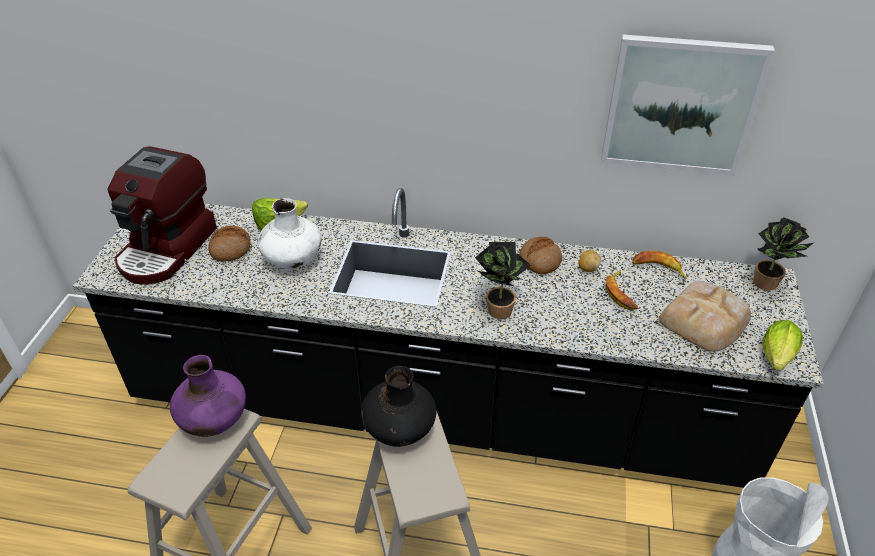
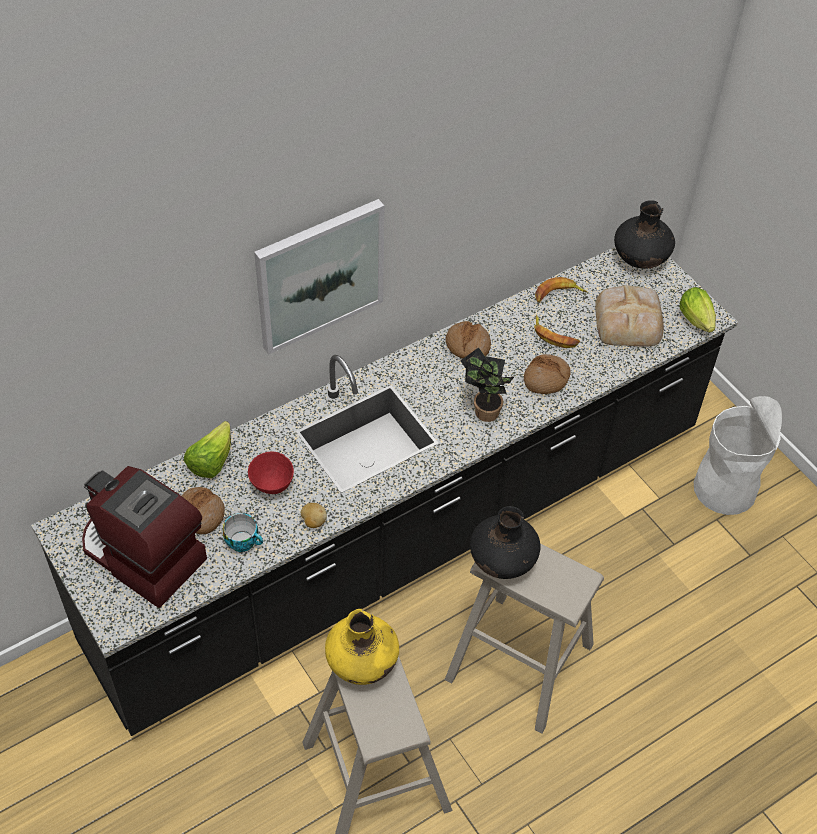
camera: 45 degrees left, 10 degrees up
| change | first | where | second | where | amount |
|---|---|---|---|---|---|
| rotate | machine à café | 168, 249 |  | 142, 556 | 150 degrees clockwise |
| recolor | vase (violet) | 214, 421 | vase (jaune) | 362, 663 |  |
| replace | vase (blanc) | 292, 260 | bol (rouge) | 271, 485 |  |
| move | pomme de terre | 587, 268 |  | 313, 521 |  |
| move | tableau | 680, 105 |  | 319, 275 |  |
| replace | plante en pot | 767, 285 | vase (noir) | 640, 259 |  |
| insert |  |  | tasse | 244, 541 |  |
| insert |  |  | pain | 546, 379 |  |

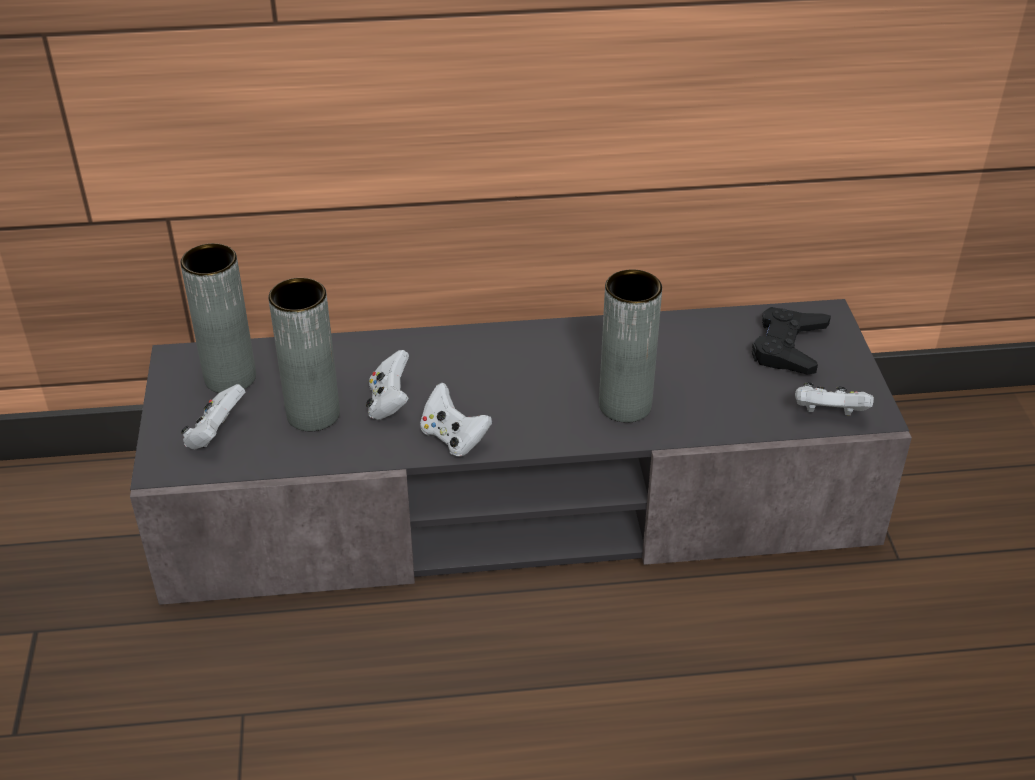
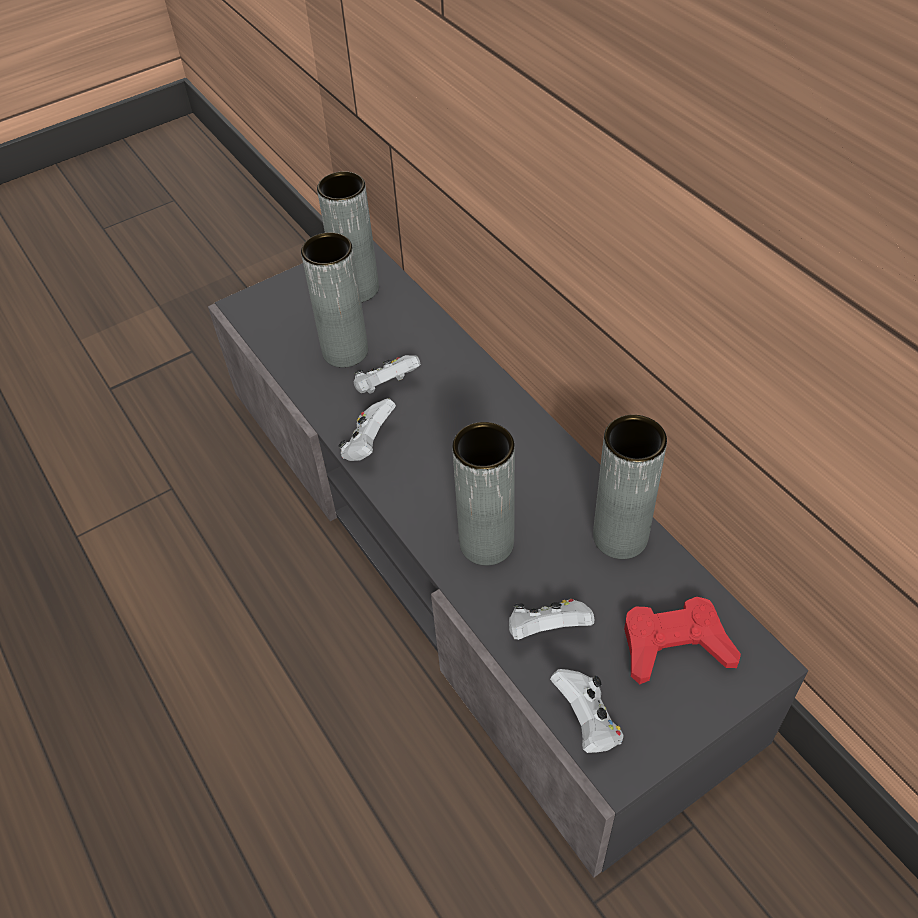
camera: 65 degrees right, 10 degrees up
| change | first | where | second | where | amount |
|---|---|---|---|---|---|
| move | manette (blanc) | 215, 435 |  | 547, 630 |  |
| recolor | manette (noir) | 788, 347 | manette (rouge) | 675, 645 |  |
| insert |  |  | vase (gris) | 620, 537 |  |

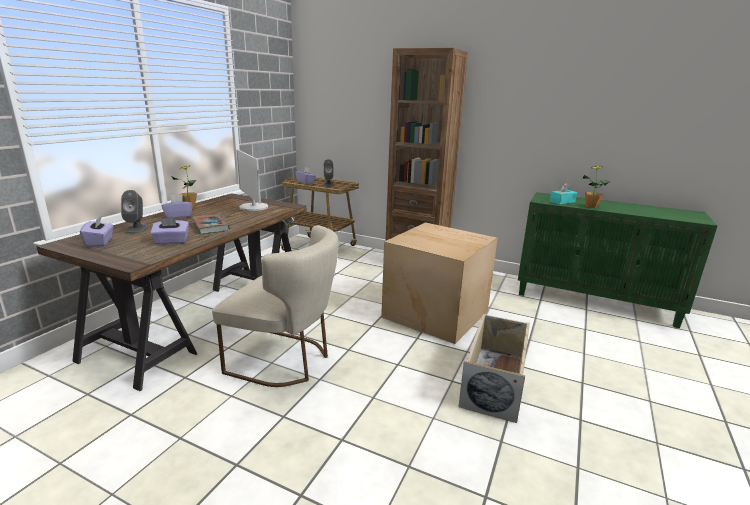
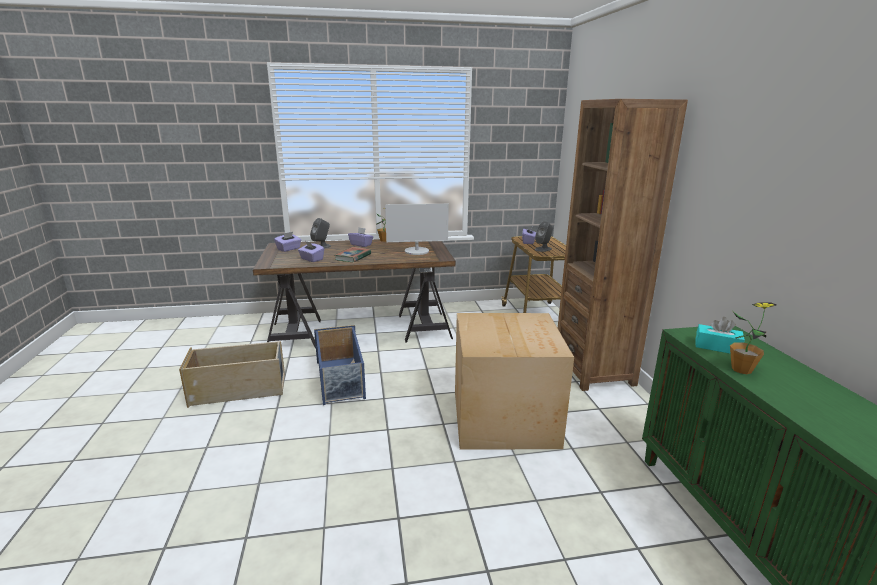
camera: 55 degrees right, 0 degrees up
| change | first | where | second | where | amount |
|---|---|---|---|---|---|
| replace | chaise (beige) | 286, 360 | boîte de rangement (bleu) | 340, 380 |  |
| rotate | écran d'ordinateur | 253, 207 |  | 417, 251 | 120 degrees counterclockwise |
| move | boîte de rangement (beige) | 494, 381 |  | 239, 389 |  |

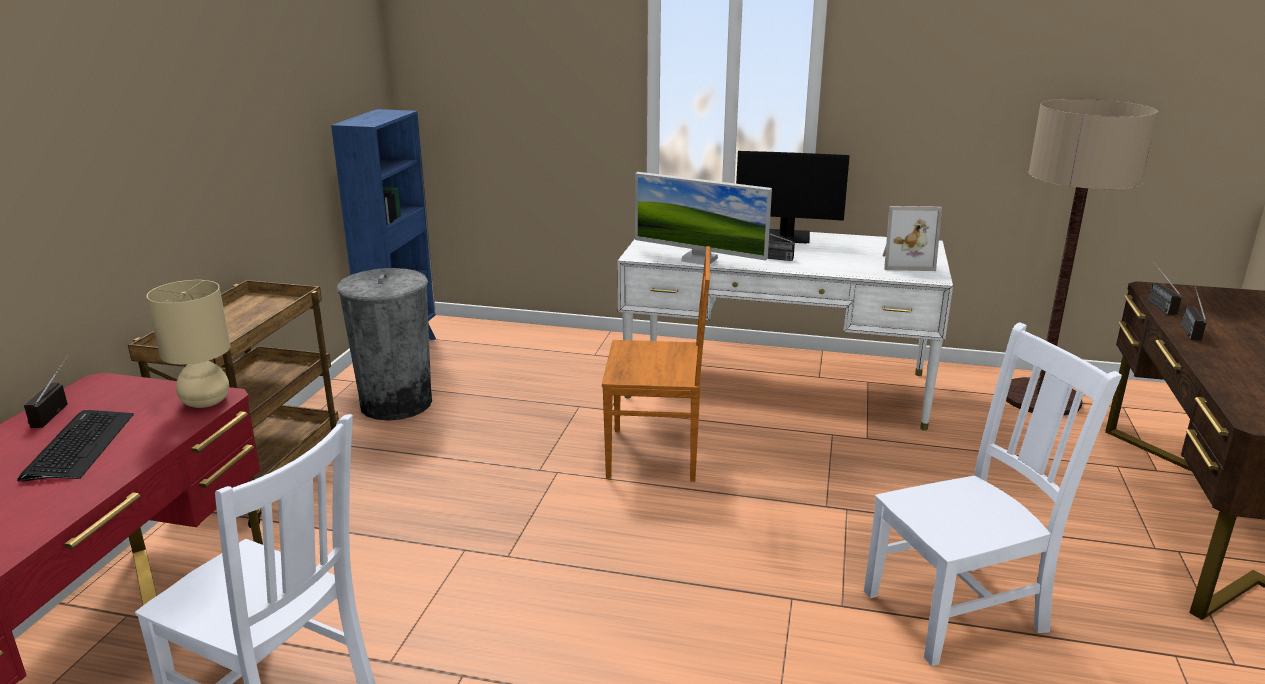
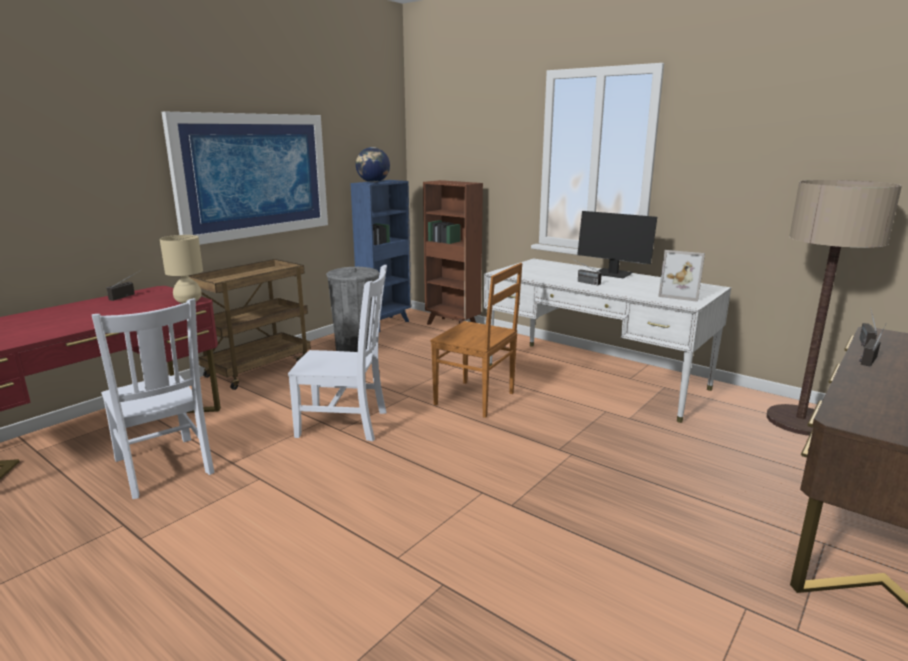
camera: 25 degrees right, 5 degrees down
| change | first | where | second | where | amount |
|---|---|---|---|---|---|
| delete | clavier | 79, 446 |  |  |  |
| delete | écran d'ordinateur | 699, 259 |  |  |  |
| move | chaise (blanc) | 960, 610 |  | 345, 424 |  |
| insert |  |  | tableau | 253, 175 |  |
| insert |  |  | globe | 373, 182 |  |
| insert |  |  | bibliothèque (marron) | 452, 325 |  |

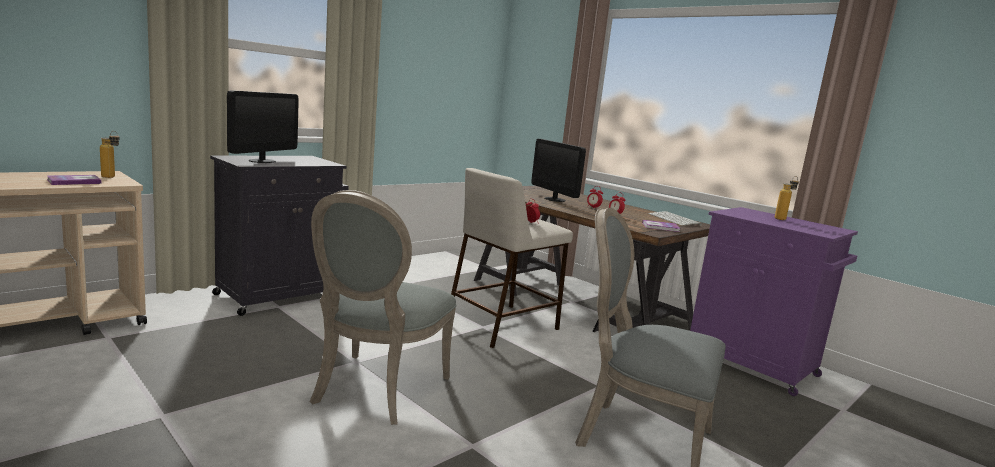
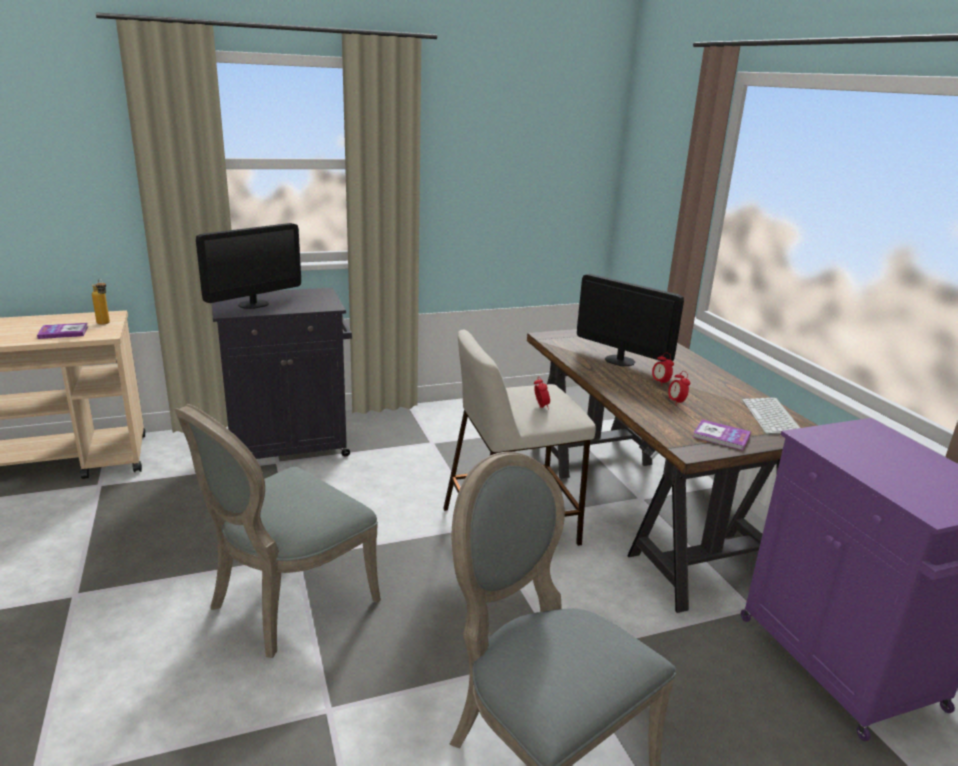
camera: 25 degrees right, 10 degrees up
| change | first | where | second | where | amount |
|---|---|---|---|---|---|
| rotate | écran d'ordinateur | 554, 199 |  | 619, 360 | 135 degrees clockwise |
| delete | bouteille | 782, 219 |  |  |  |

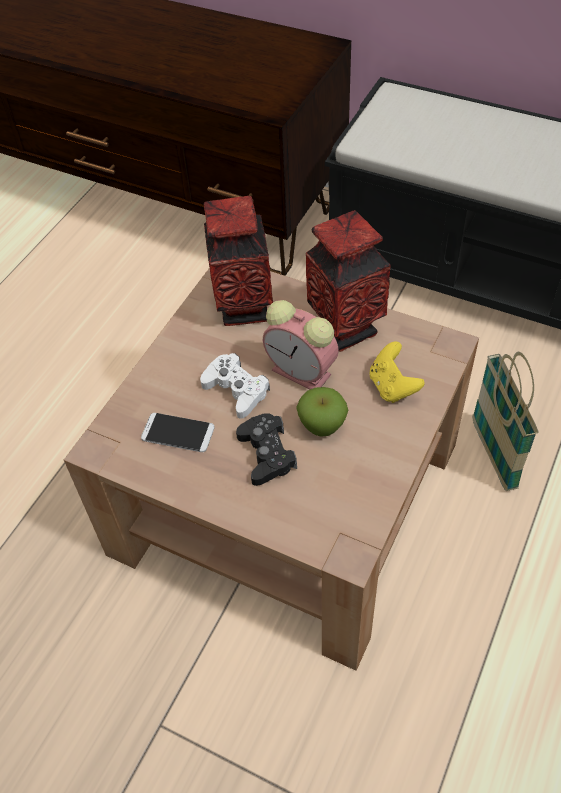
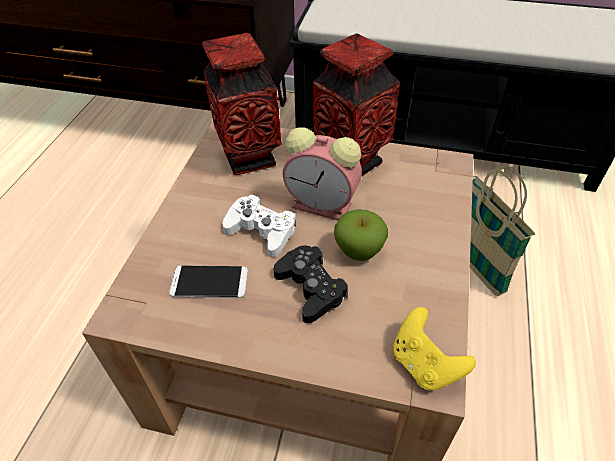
camera: 15 degrees left, 5 degrees down
| change | first | where | second | where | amount |
|---|---|---|---|---|---|
| move | manette (jaune) | 392, 386 |  | 424, 364 |  |

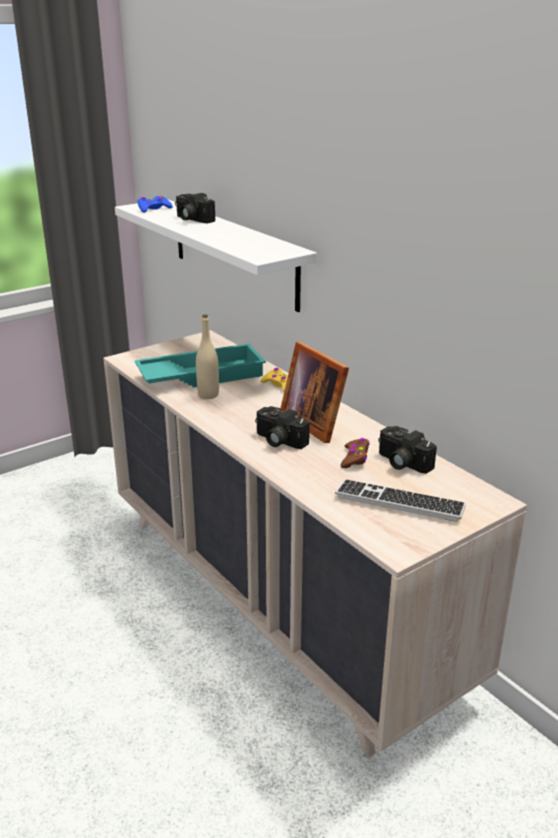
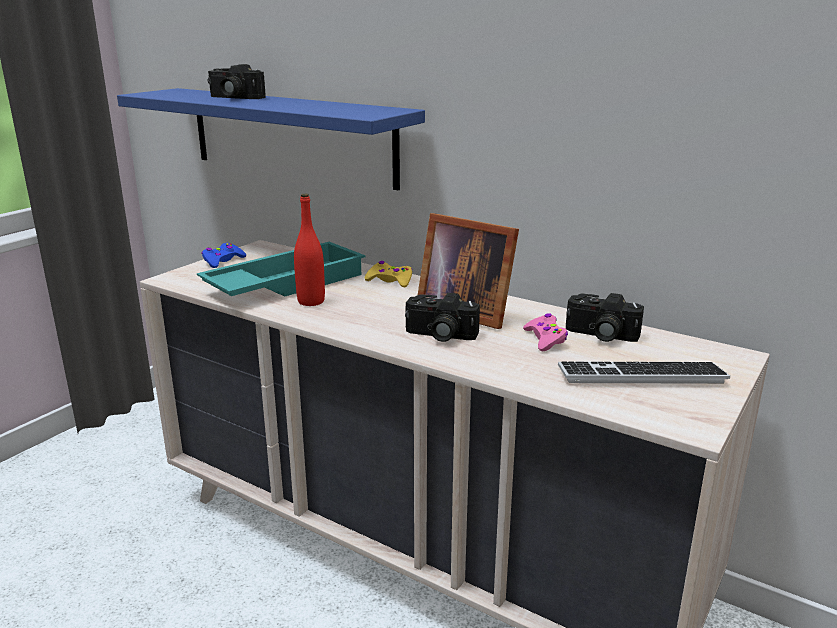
camera: 20 degrees left, 5 degrees down
| change | first | where | second | where | amount |
|---|---|---|---|---|---|
| recolor | étagère (blanc) | 233, 252 | étagère (bleu) | 290, 136 |  |
| move | manette (bleu) | 153, 209 |  | 223, 261 |  |
| recolor | bouteille (beige) | 208, 395 | bouteille (rouge) | 311, 301 |  |
| recolor | manette (marron) | 355, 458 | manette (rose) | 545, 339 |  |

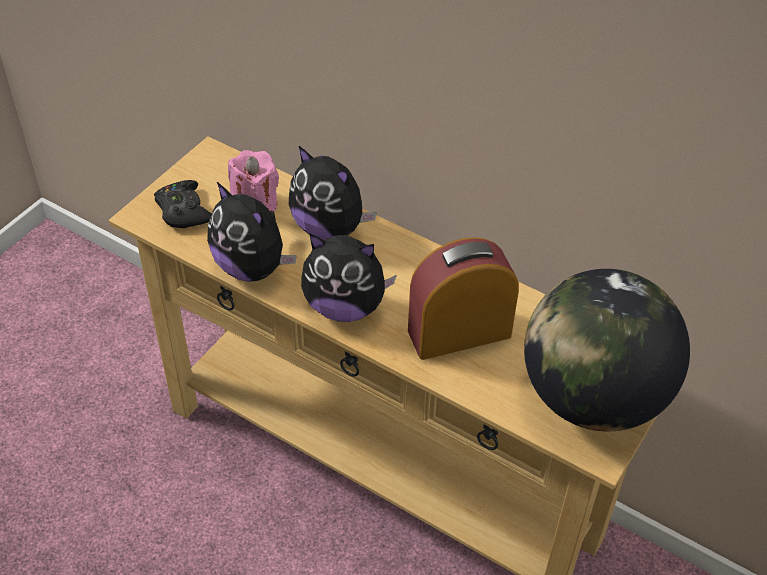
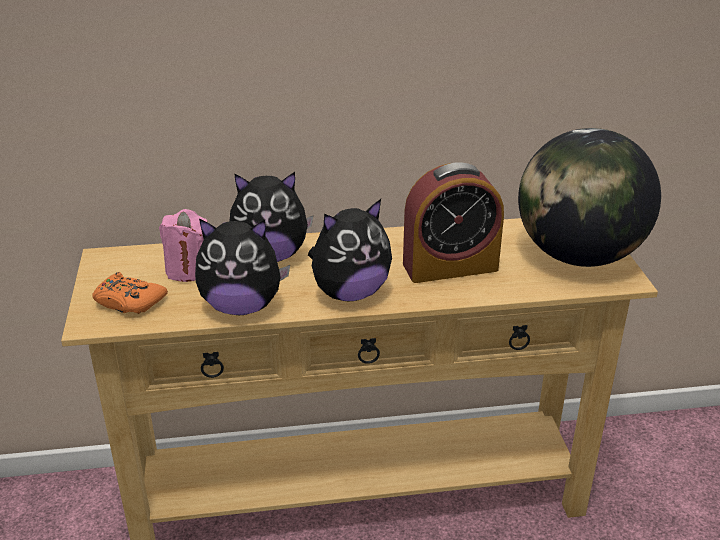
camera: 40 degrees left, 15 degrees down
| change | first | where | second | where | amount |
|---|---|---|---|---|---|
| recolor | manette (noir) | 183, 211 | manette (orange) | 129, 301 |  |
| rotate | réveil | 459, 333 |  | 450, 267 | 135 degrees counterclockwise |

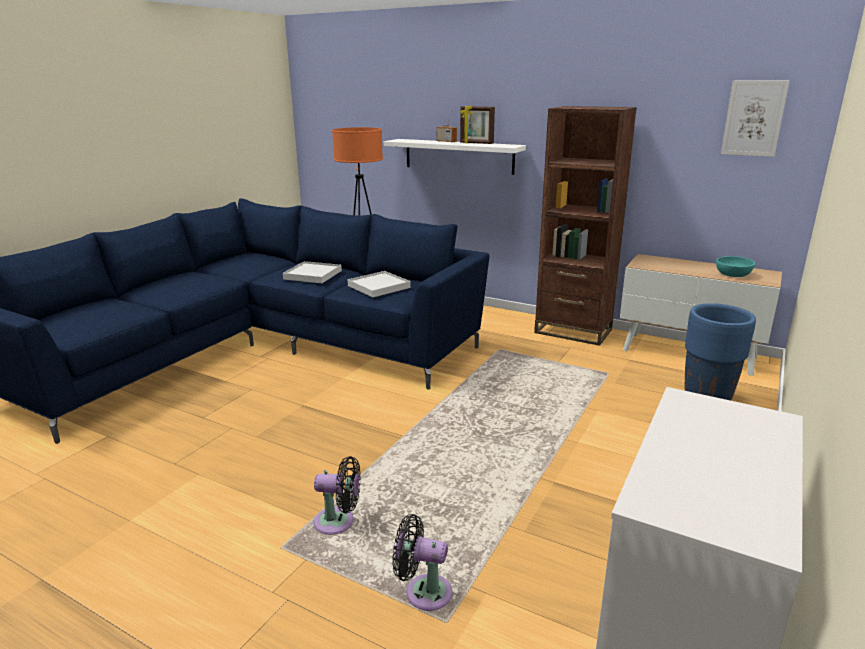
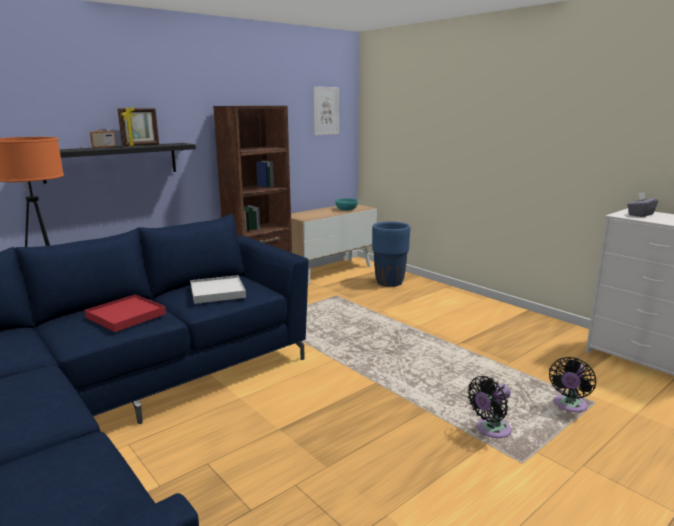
camera: 70 degrees left, 5 degrees down
| change | first | where | second | where | amount |
|---|---|---|---|---|---|
| recolor | plateau (blanc) | 312, 275 | plateau (rouge) | 126, 316 |  |
| rotate | ventilateur (noir) | 338, 522 |  | 491, 430 | 150 degrees counterclockwise |
| recolor | étagère (blanc) | 458, 156 | étagère (noir) | 112, 162 |  |
| insert |  |  | boîte à mouchoirs (gris) | 640, 214 |  |

